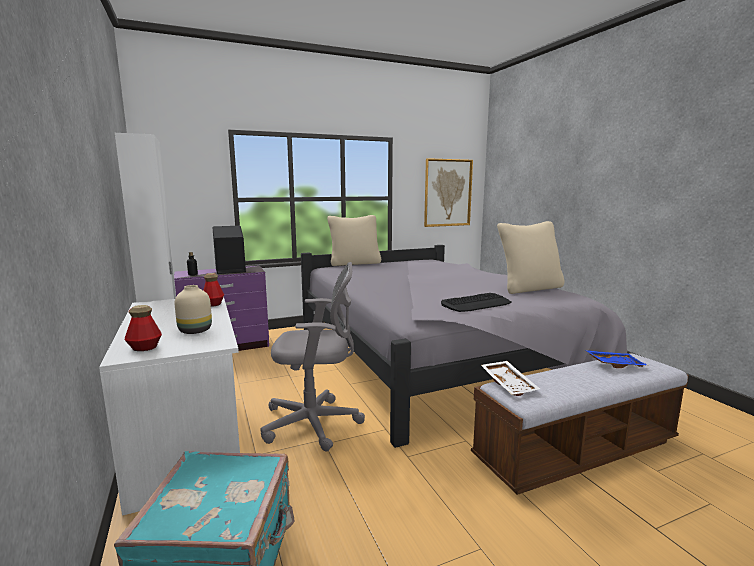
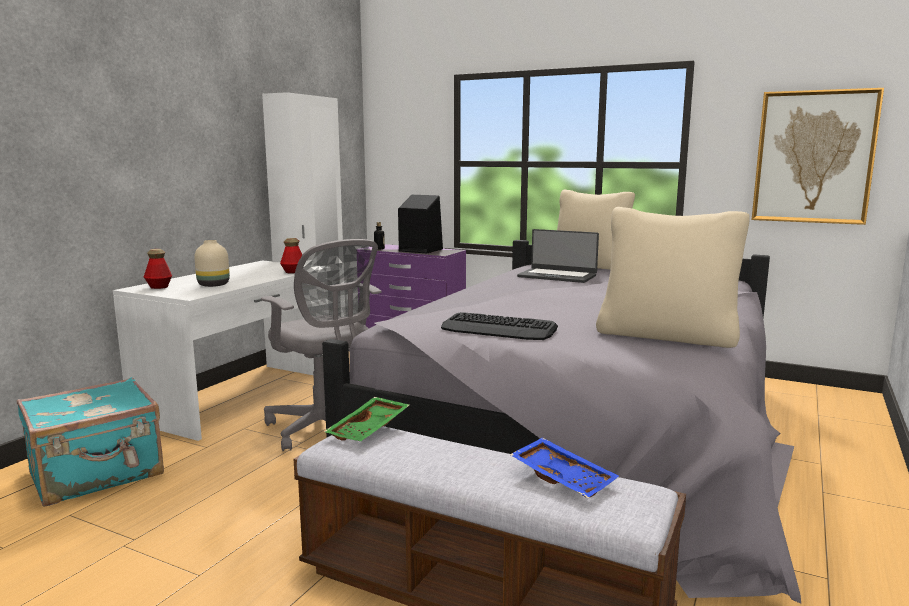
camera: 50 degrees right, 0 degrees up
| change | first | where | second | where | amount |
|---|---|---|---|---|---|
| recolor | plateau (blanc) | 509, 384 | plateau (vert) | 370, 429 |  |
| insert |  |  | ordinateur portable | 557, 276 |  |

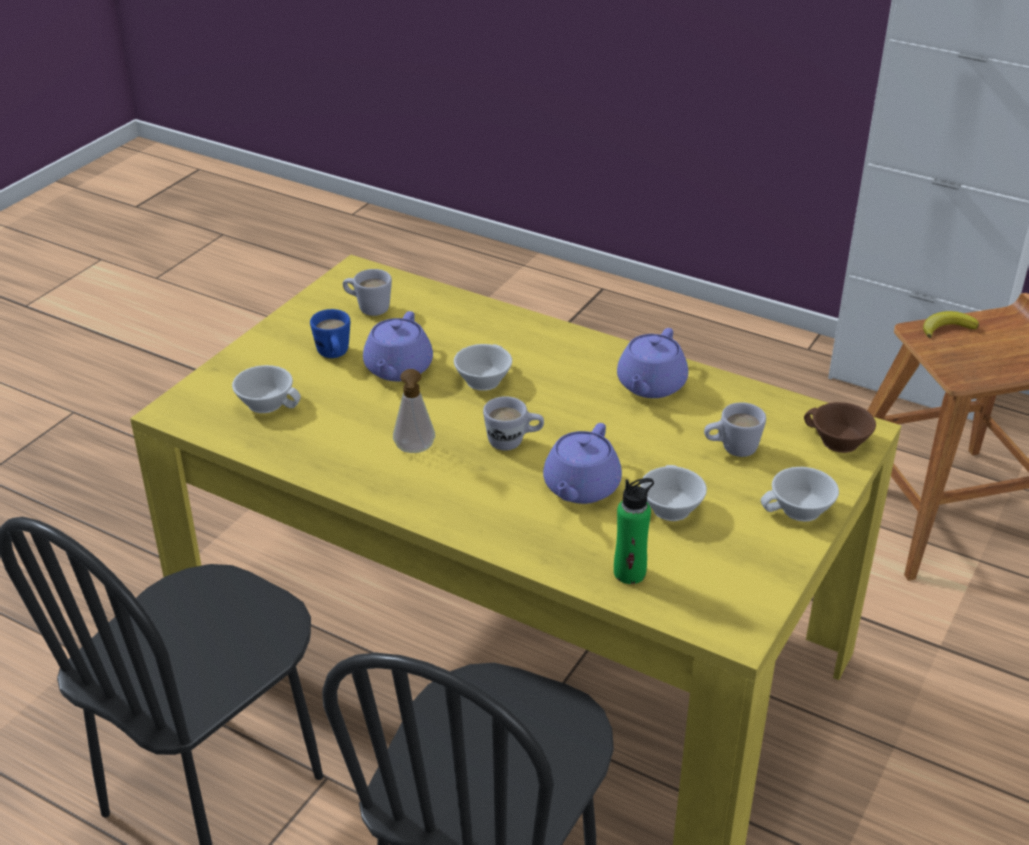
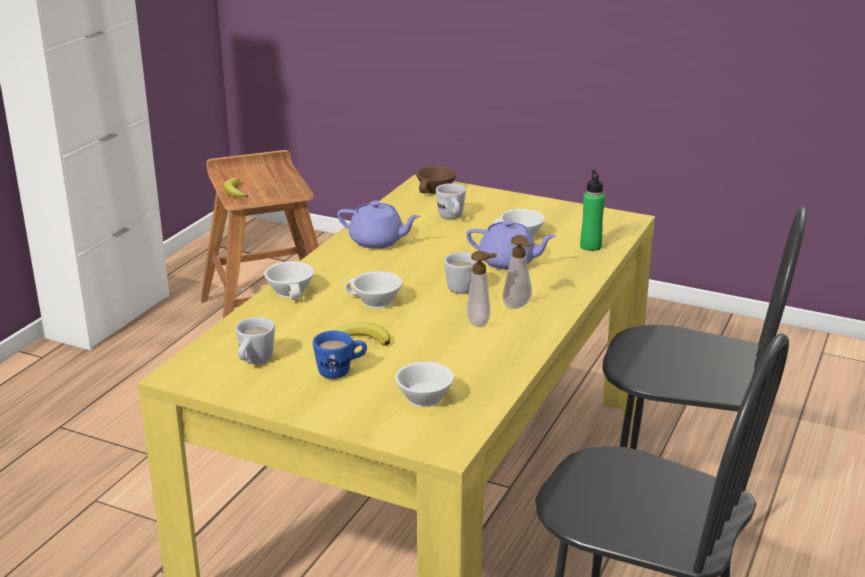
camera: 95 degrees left, 10 degrees down
| change | first | where | second | where | amount |
|---|---|---|---|---|---|
| replace | théière (violet) | 398, 369 | banane | 362, 338 |  |
| move | tasse (blanc) | 800, 511 |  | 292, 291 |  |
| insert |  |  | distributeur de savon | 518, 306 |  |

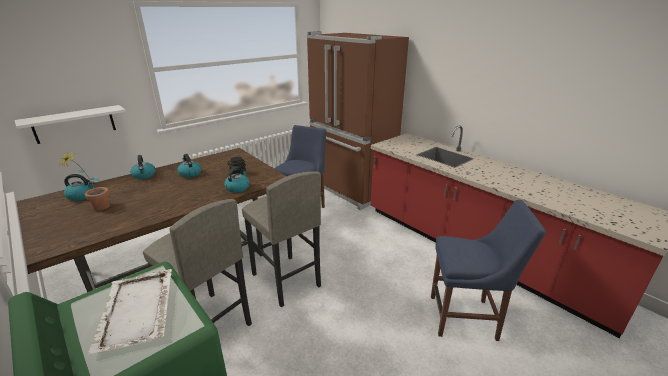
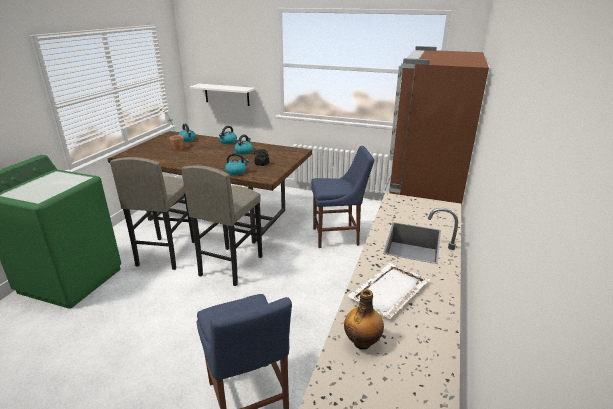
camera: 60 degrees right, 0 degrees up
| change | first | where | second | where | amount |
|---|---|---|---|---|---|
| move | plateau (blanc) | 136, 311 |  | 388, 291 |  |
| insert |  |  | bouteille | 362, 342 |  |

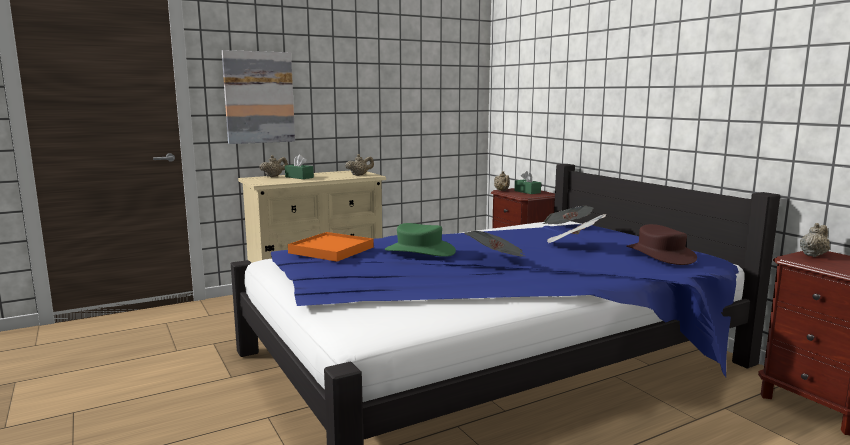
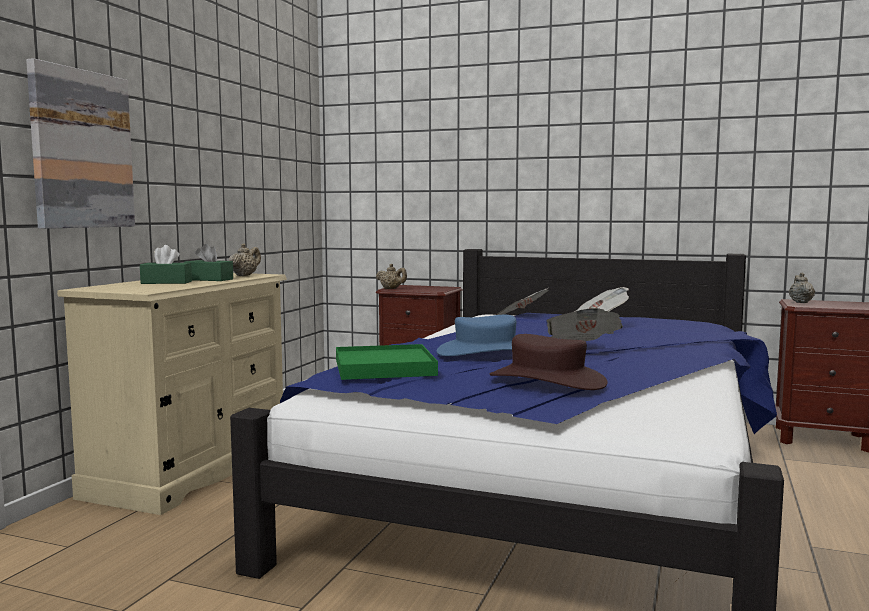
camera: 40 degrees left, 5 degrees down
| change | first | where | second | where | amount |
|---|---|---|---|---|---|
| delete | théière (beige) | 274, 176 |  |  |  |
| recolor | plateau (orange) | 331, 250 | plateau (vert) | 384, 367 |  |
| recolor | chapeau (vert) | 419, 251 | chapeau (bleu) | 485, 352 |  |
| move | boîte à mouchoirs (vert) | 527, 192 |  | 209, 279 |  |
| move | chapeau (marron) | 660, 254 |  | 547, 380 |  |

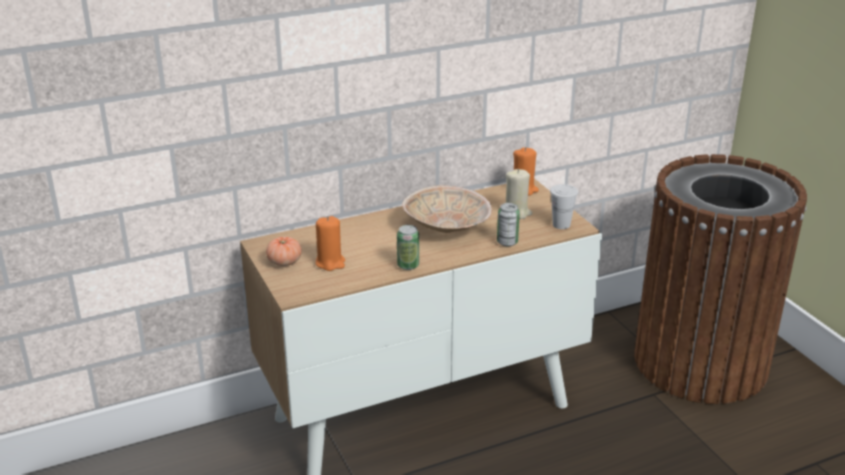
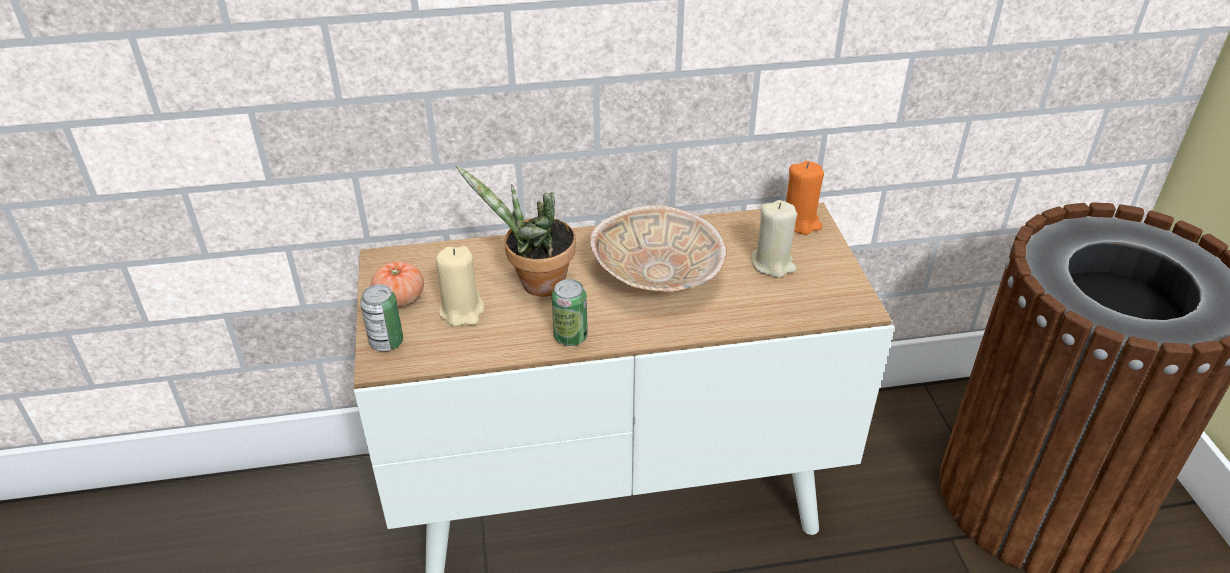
camera: 15 degrees right, 10 degrees up
| change | first | where | second | where | amount |
|---|---|---|---|---|---|
| recolor | bougie (orange) | 330, 263 | bougie (beige) | 462, 311 |  |
| move | boîte métallique | 507, 242 |  | 386, 342 |  |
| delete | tasse (blanc) | 561, 225 |  |  |  |
| insert |  |  | plante en pot | 535, 284 |  |

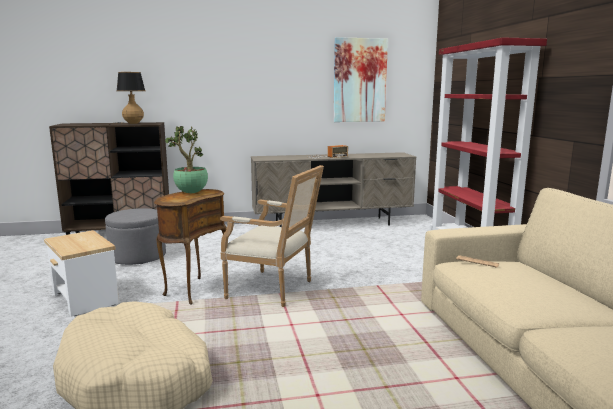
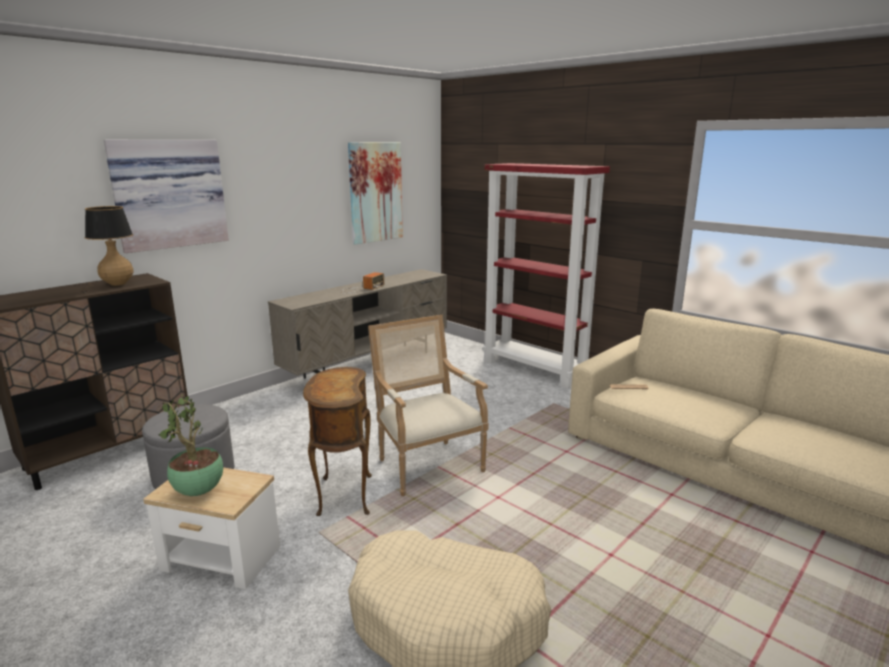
camera: 35 degrees left, 5 degrees up
| change | first | where | second | where | amount |
|---|---|---|---|---|---|
| move | plante en pot | 190, 193 |  | 198, 492 |  |
| rotate | fauteuil | 275, 290 |  | 426, 464 | 105 degrees counterclockwise |
| insert |  |  | tableau | 169, 194 |  |

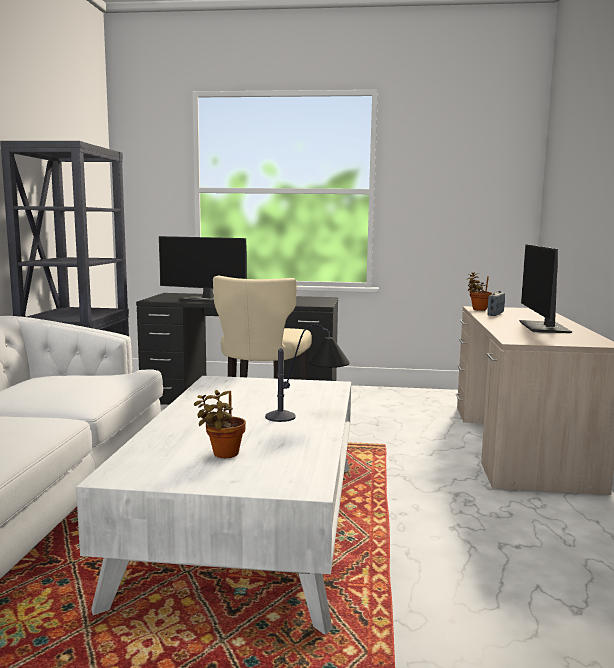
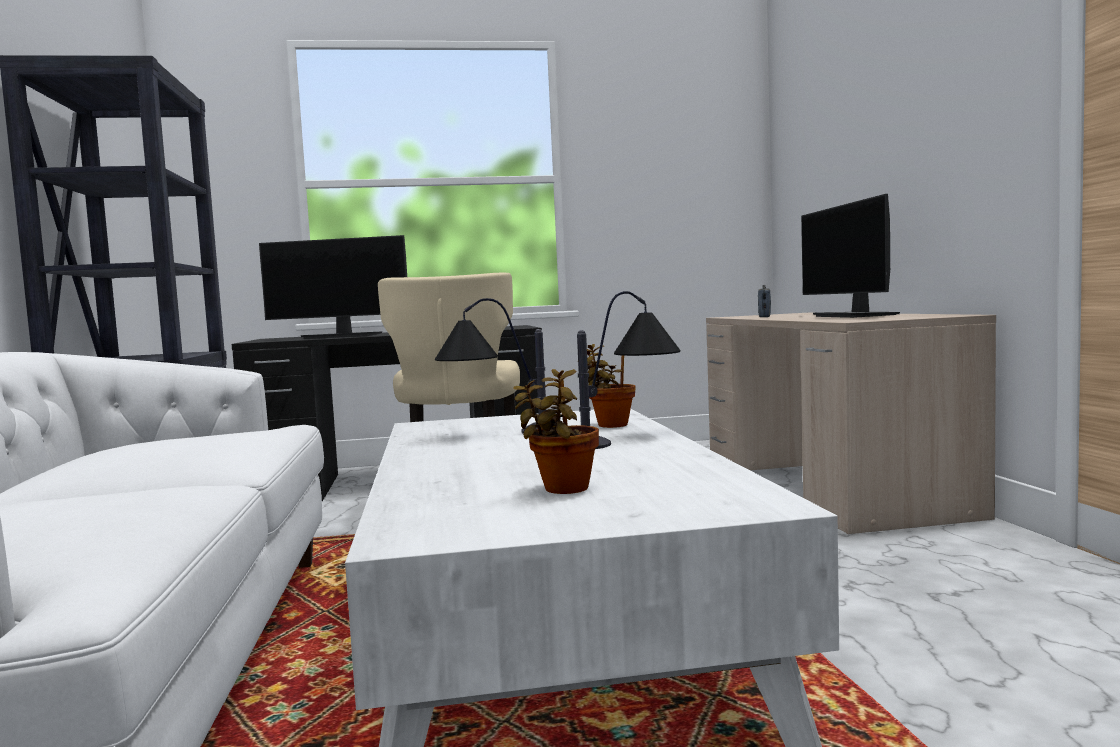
camera: 15 degrees left, 5 degrees down
| change | first | where | second | where | amount |
|---|---|---|---|---|---|
| move | plante en pot | 478, 309 |  | 609, 425 |  |
| insert |  |  | lampe de table | 498, 434 |  |

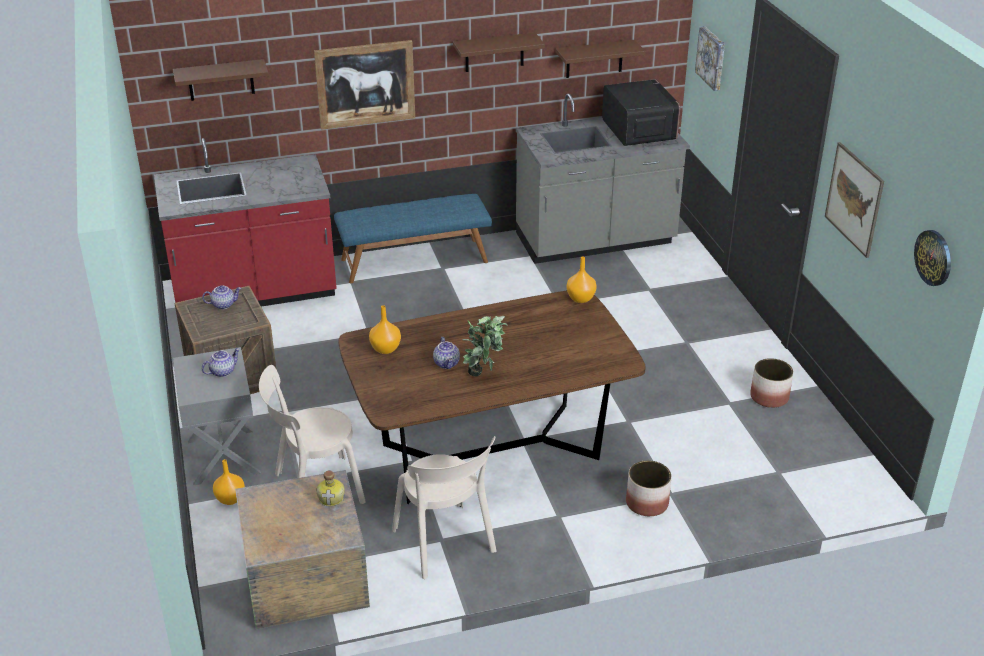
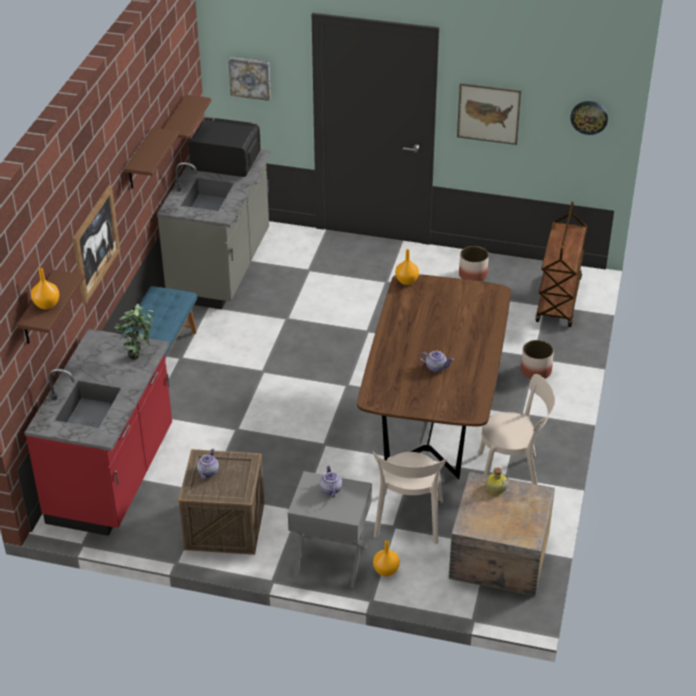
camera: 60 degrees left, 5 degrees up
| change | first | where | second | where | amount |
|---|---|---|---|---|---|
| move | vase (orange) | 385, 348 |  | 46, 304 |  |
| move | plante en pot | 484, 374 |  | 138, 353 |  |
| insert |  |  | chariot (marron) | 559, 301 |  |

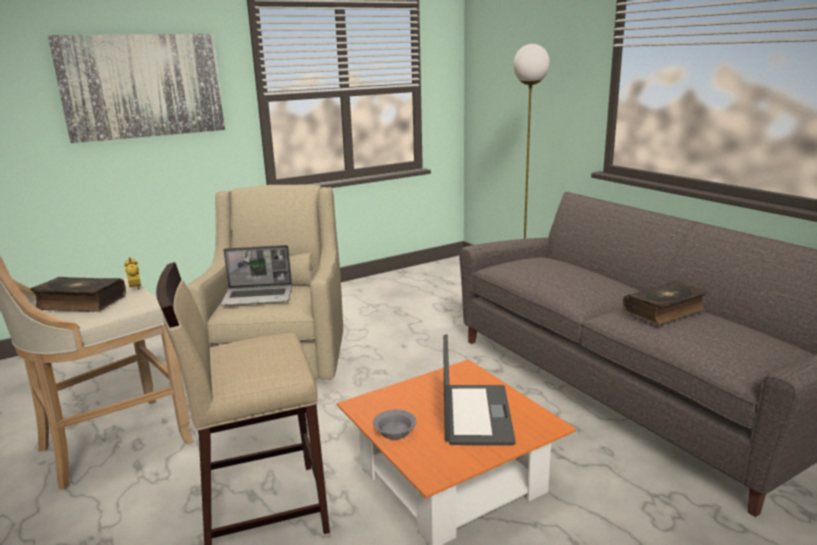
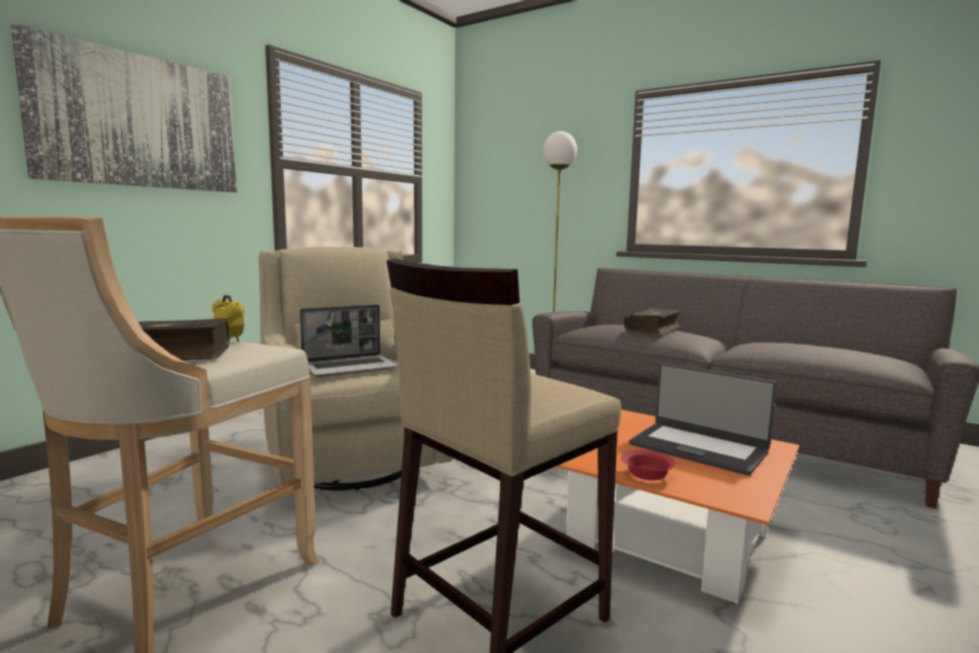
camera: 25 degrees left, 10 degrees down
| change | first | where | second | where | amount |
|---|---|---|---|---|---|
| recolor | bol (gris) | 394, 431 | bol (rouge) | 646, 474 |  |
| rotate | ordinateur portable | 475, 414 |  | 698, 448 | 150 degrees clockwise |
| move | livre | 665, 311 |  | 653, 329 |  |

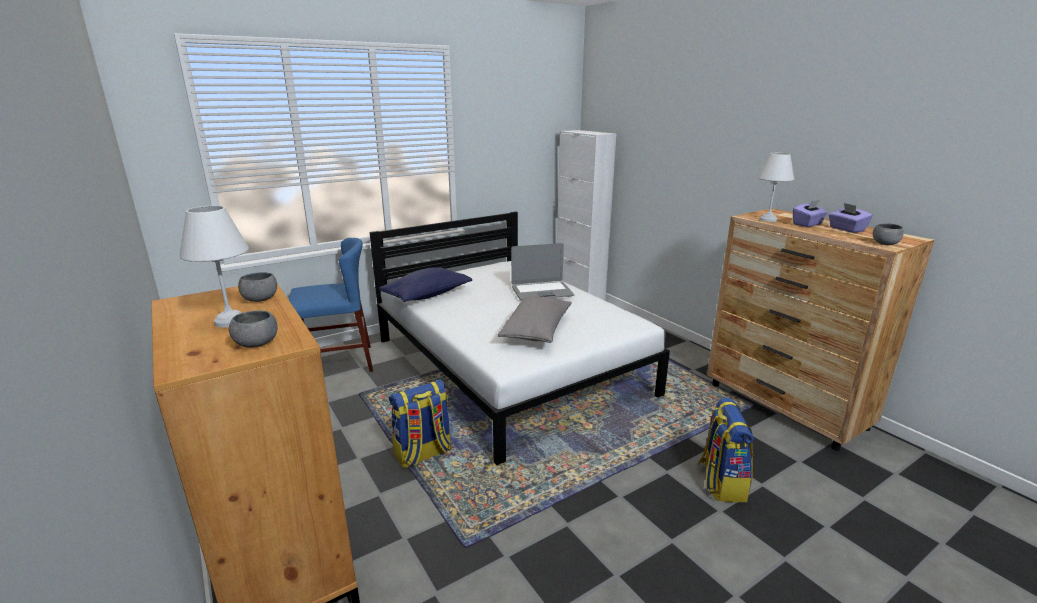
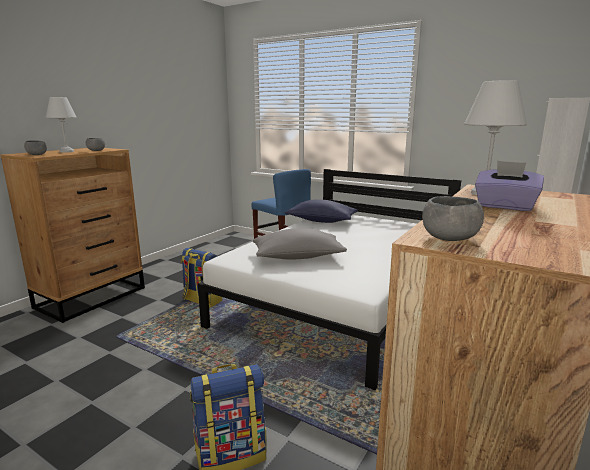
camera: 65 degrees right, 5 degrees down
| change | first | where | second | where | amount |
|---|---|---|---|---|---|
| delete | ordinateur portable | 542, 291 |  |  |  |
| delete | boîte à mouchoirs (violet) | 846, 229 |  |  |  |

